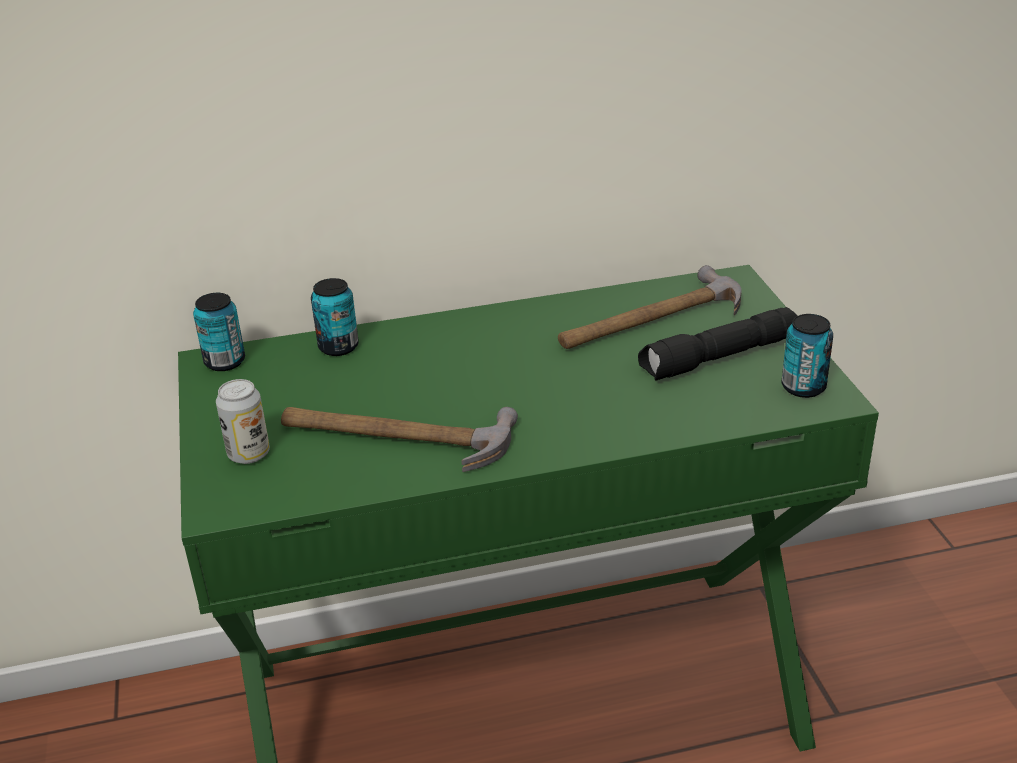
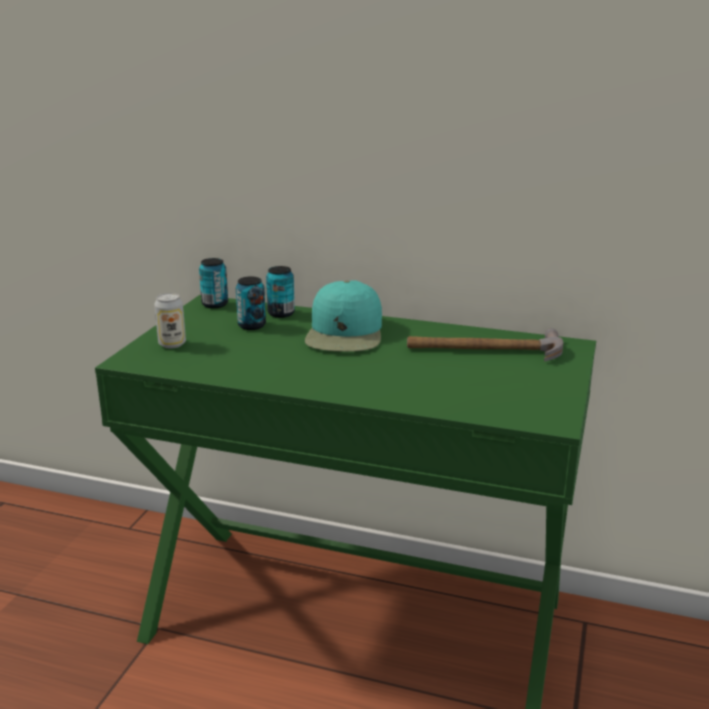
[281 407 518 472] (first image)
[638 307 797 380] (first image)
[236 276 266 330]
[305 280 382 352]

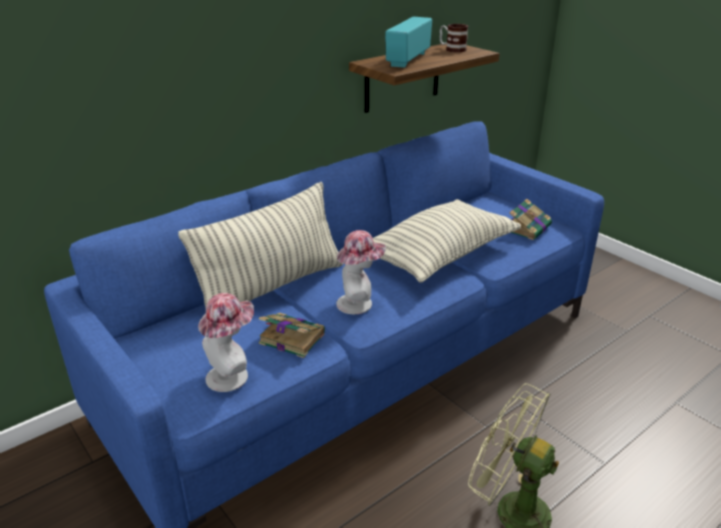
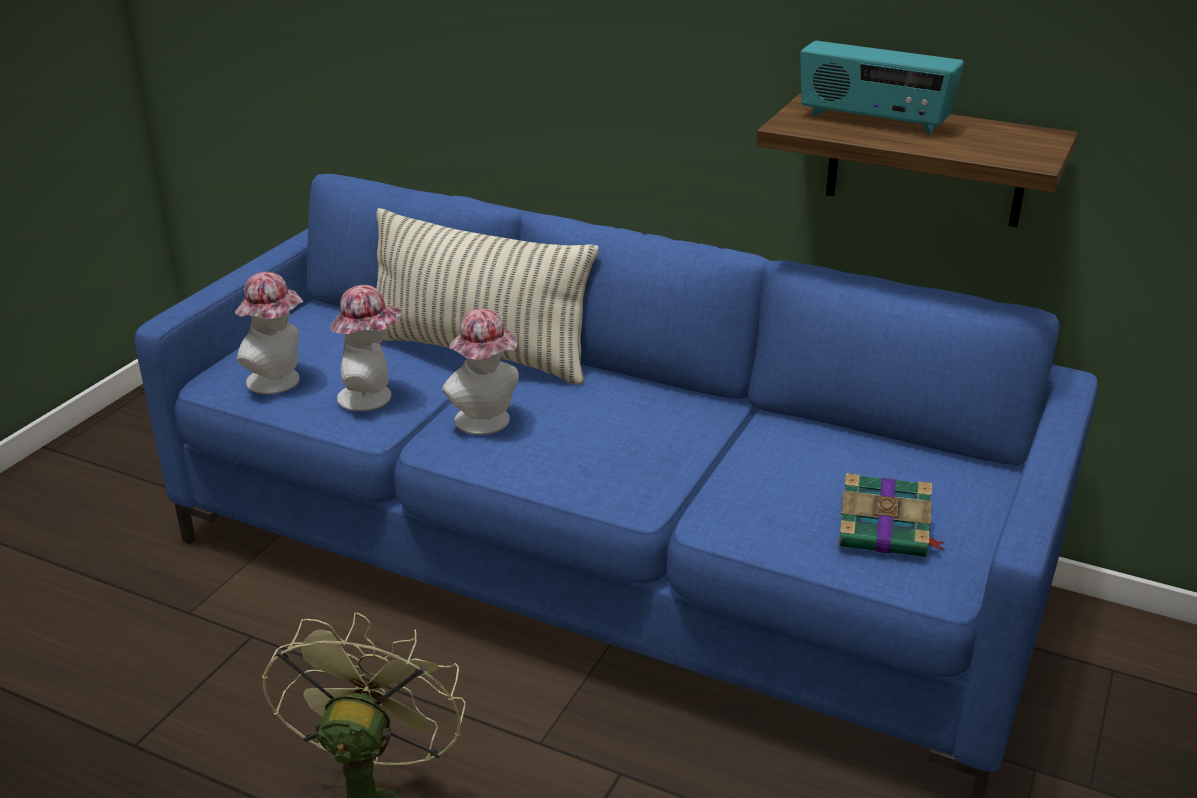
[330 285 403 411]
[373 199 521 283] (first image)
[800 41 964 135]
[440 24 468 52] (first image)

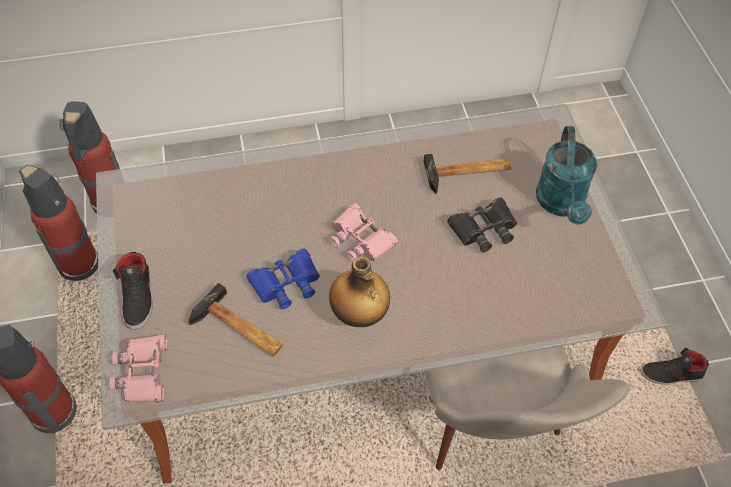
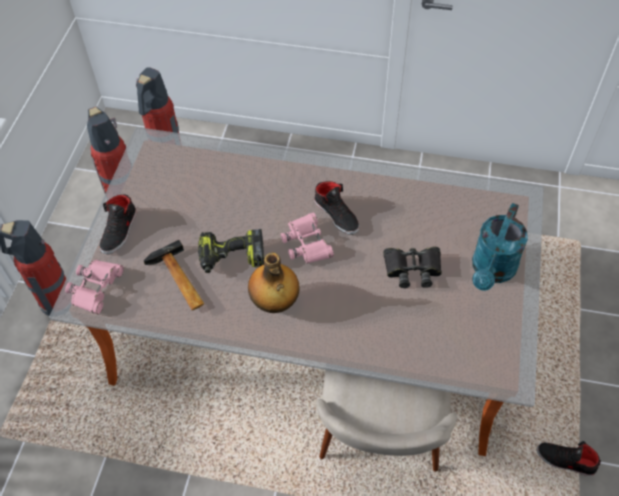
[198 229 264 273]
[423 154 511 194] (first image)
[314 181 359 235]

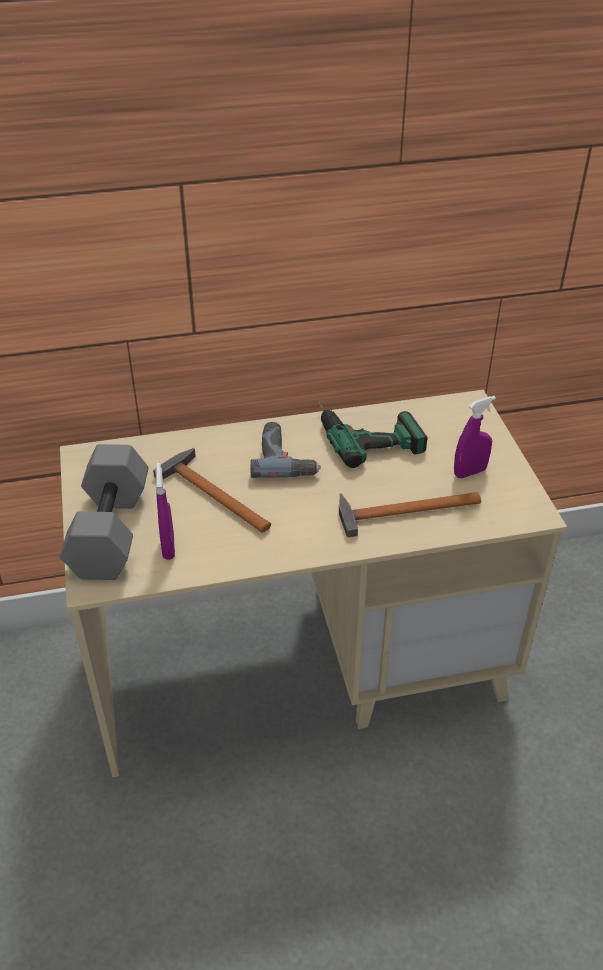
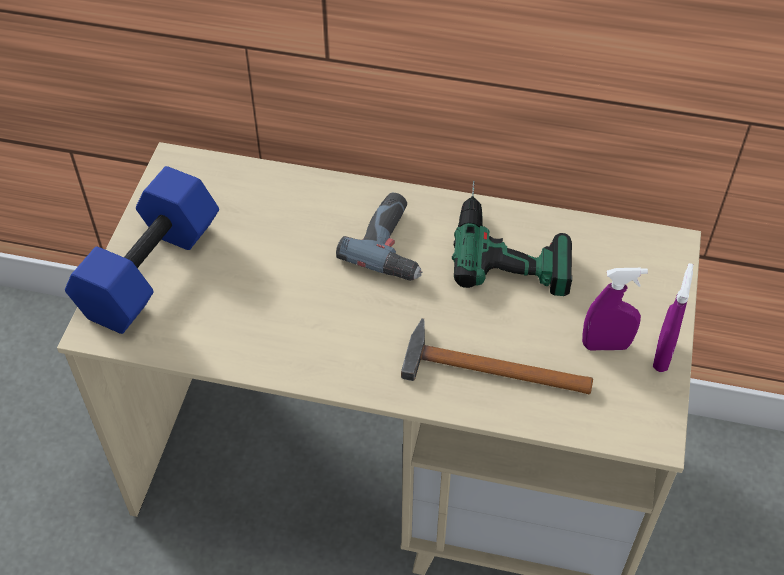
[65 166 219 334]
[153 448 271 533] (first image)
[653 263 693 372]

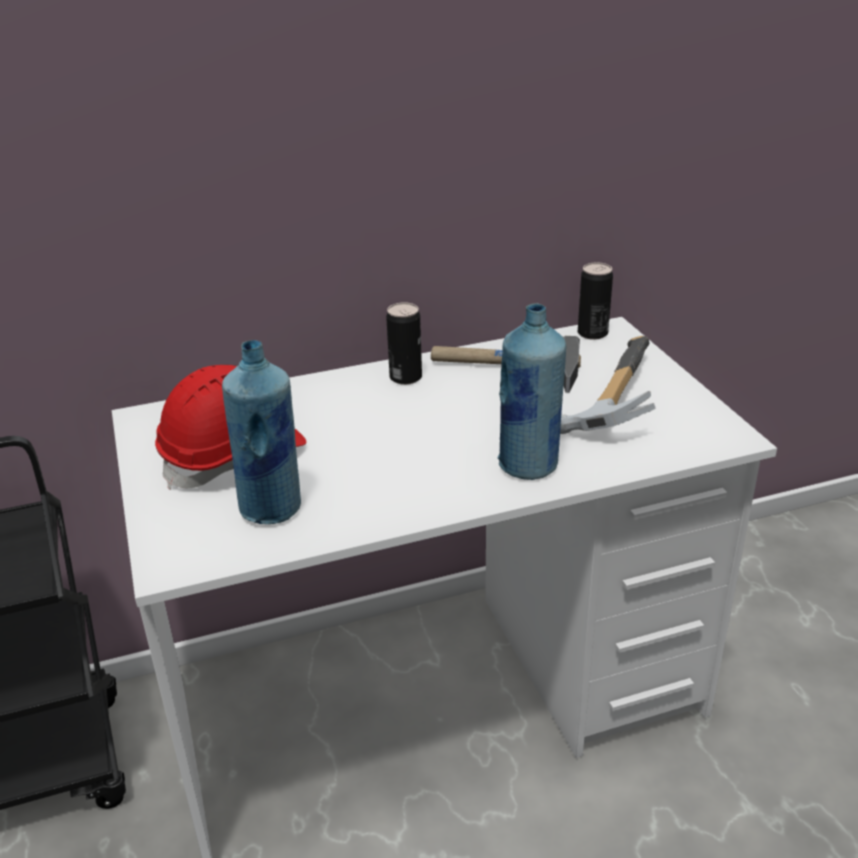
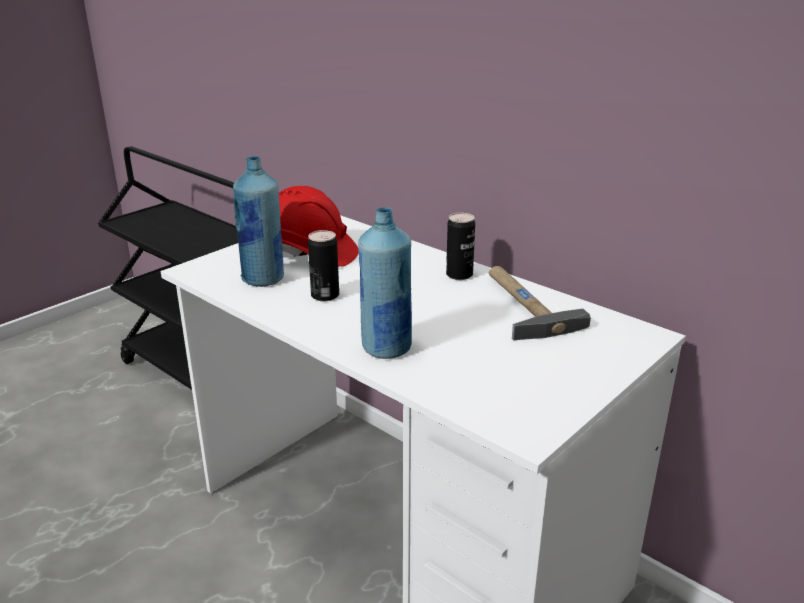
[560 336 655 434] (first image)
[308 230 339 301]

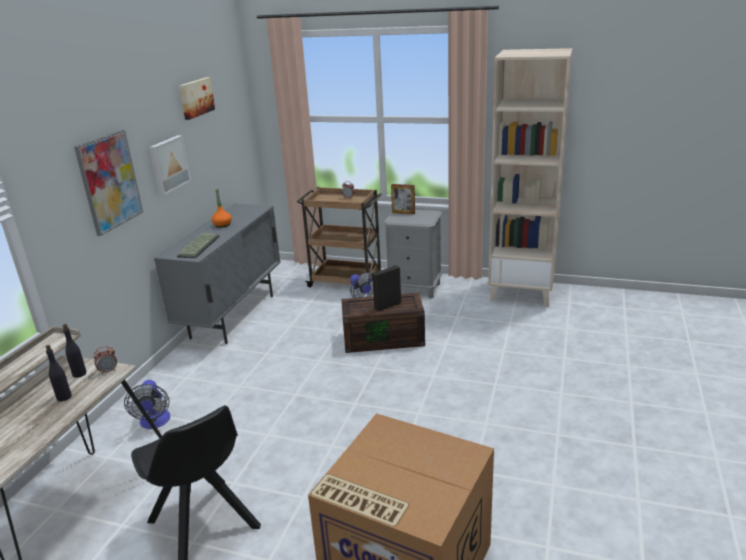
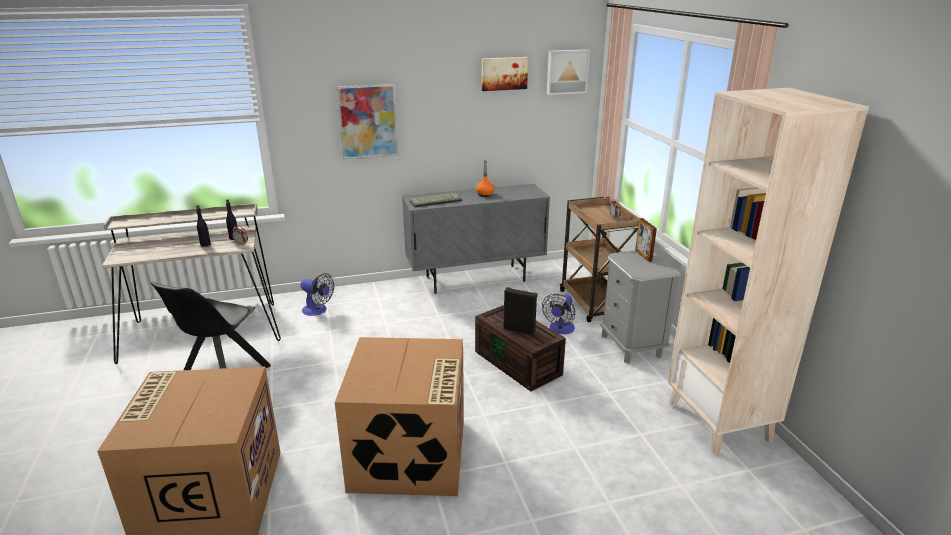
[300 273 334 316]
[547 49 590 95]
[335 337 464 496]

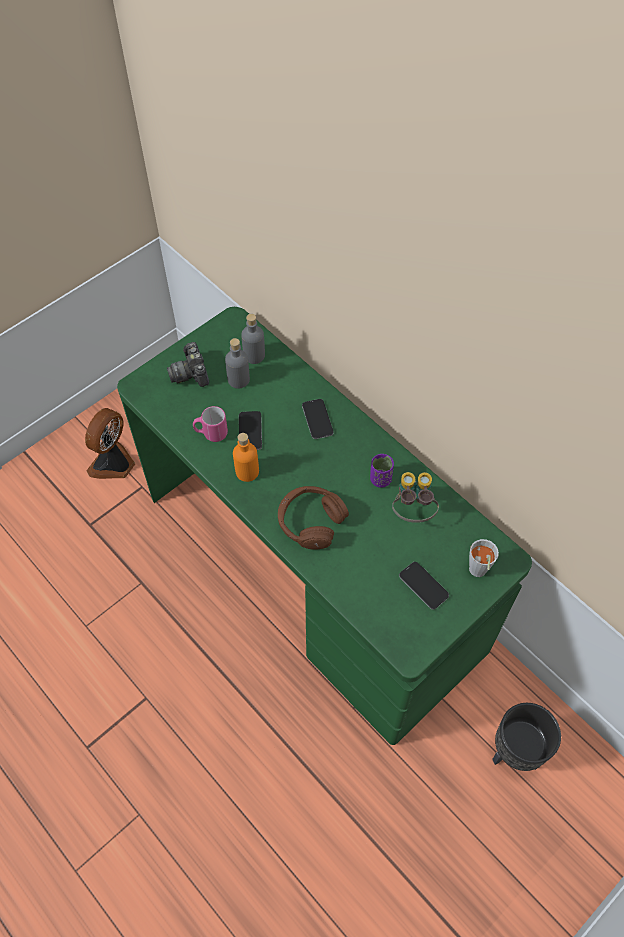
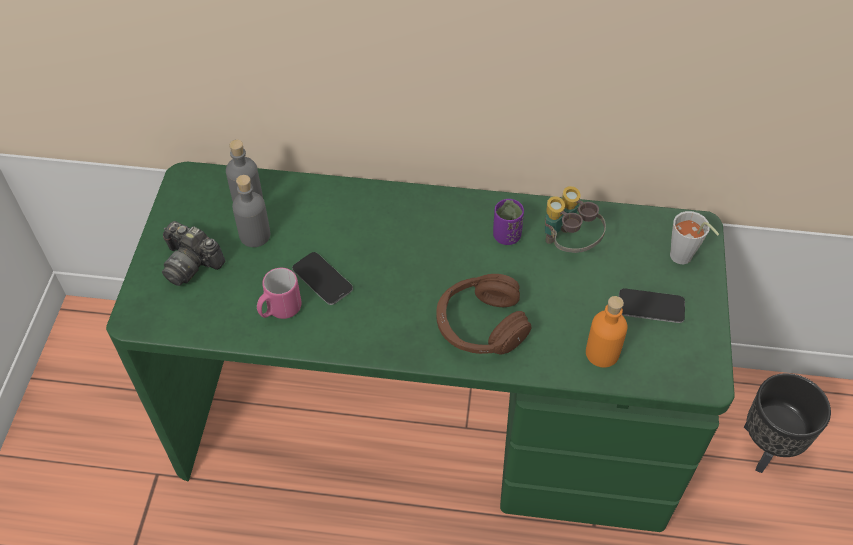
[85 408 135 479] (first image)
[586 296 628 368]
[302 399 334 439] (first image)

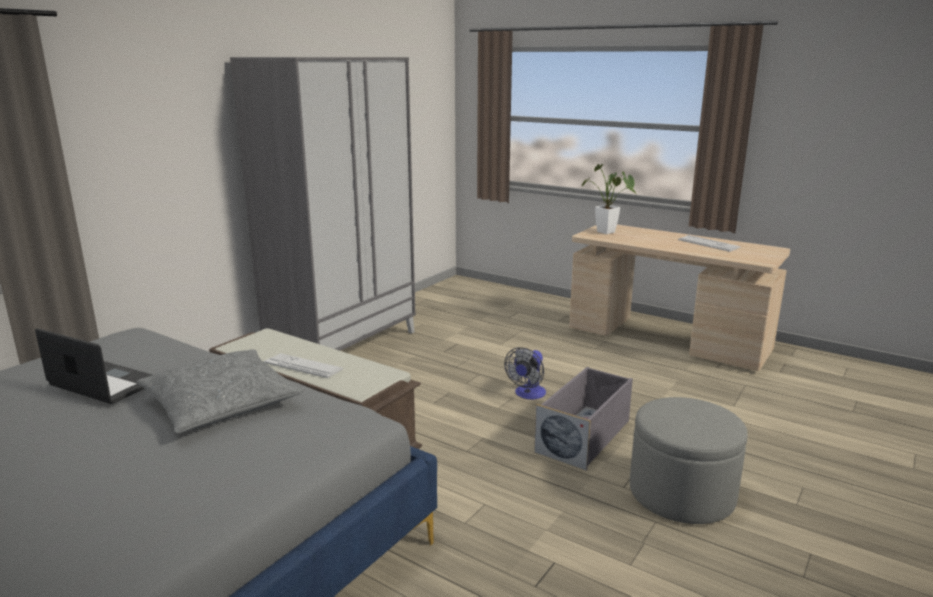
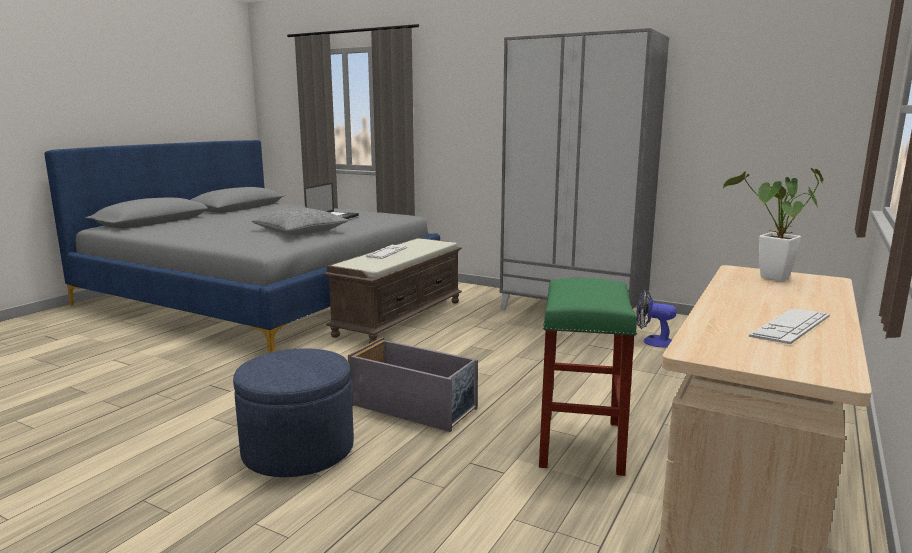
[636 290 677 347]
[233 348 354 477]
[539 278 637 476]

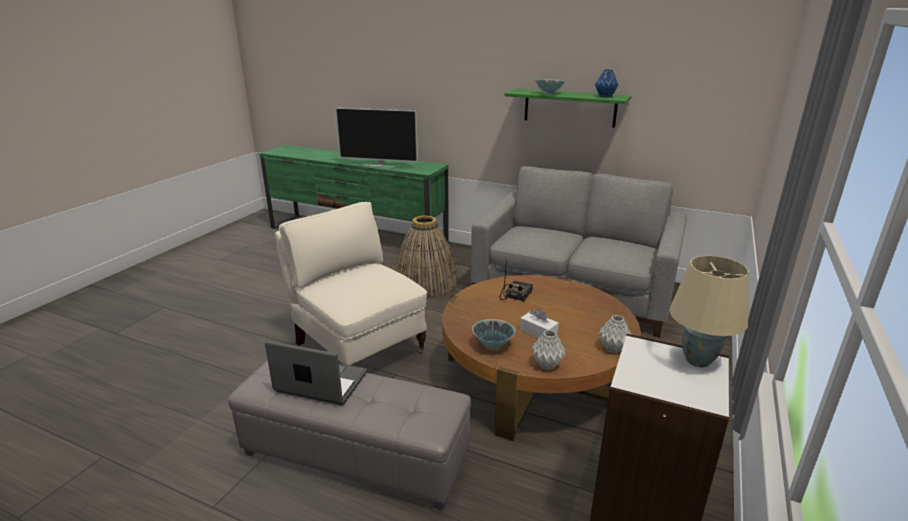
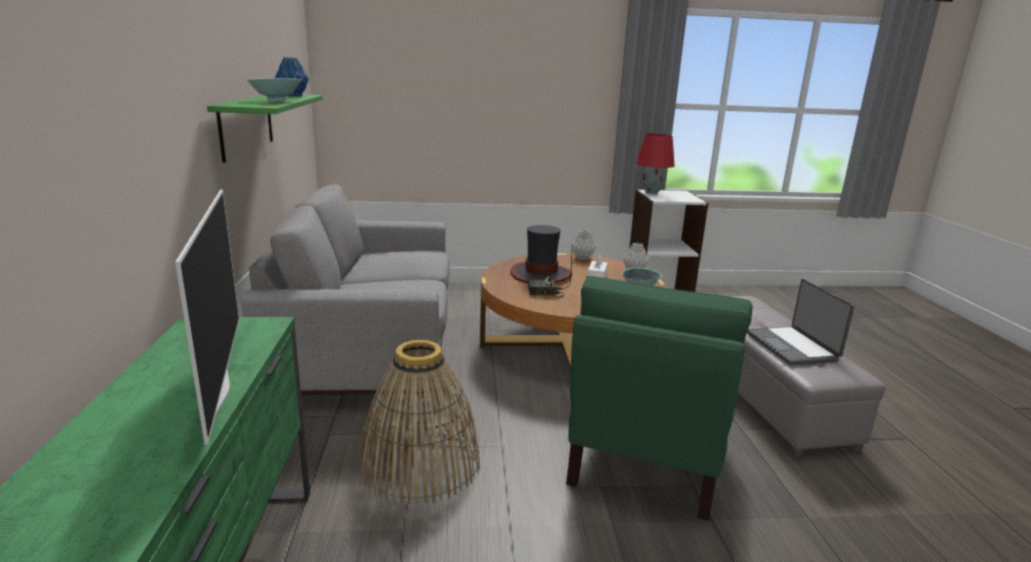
[566 276 753 521]
[636 134 675 194]
[510 225 572 283]

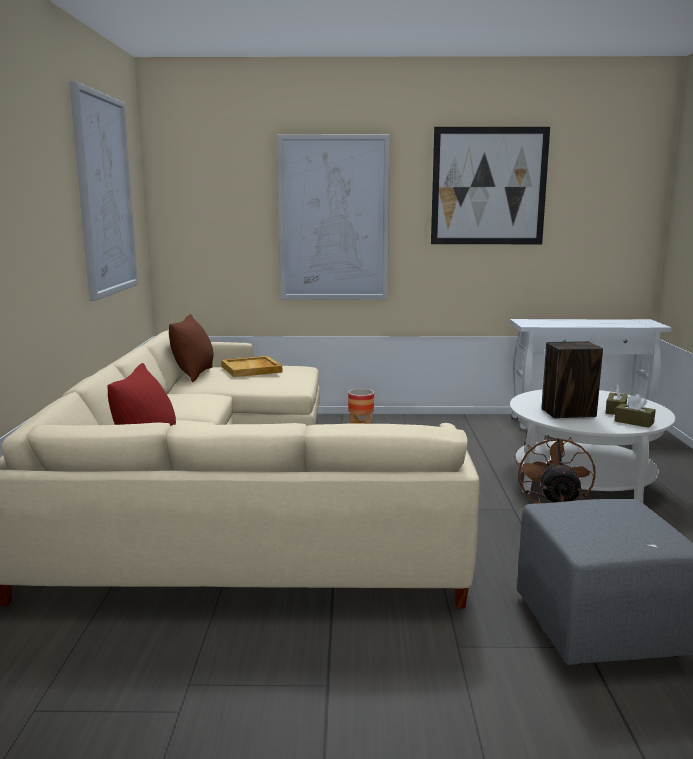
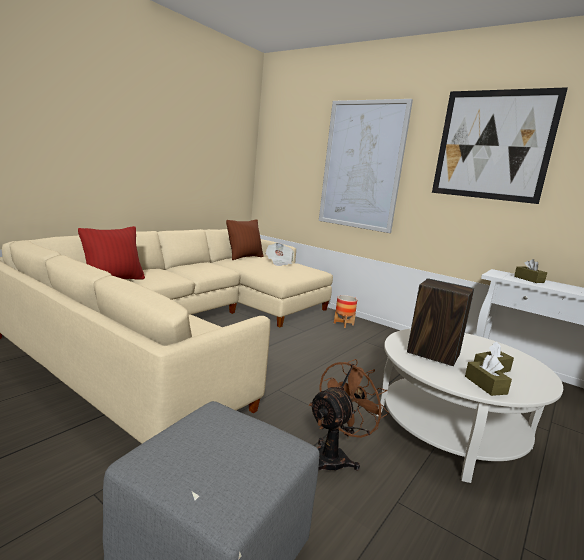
[69 81 138 301] (first image)
[265 243 294 266]
[514 259 547 283]

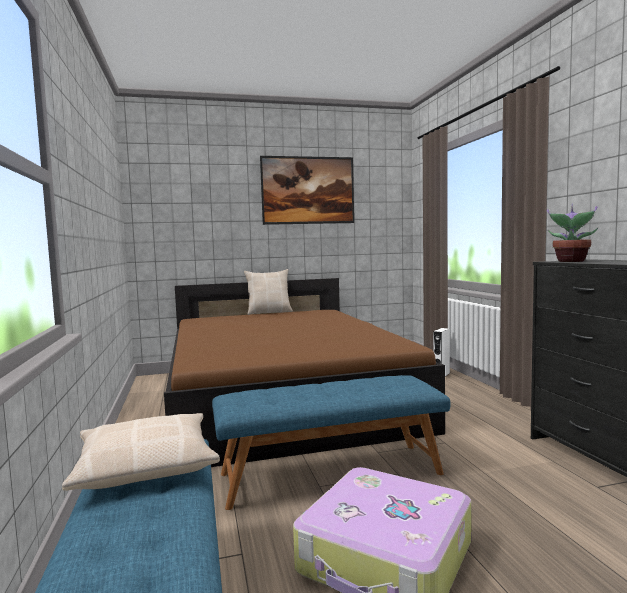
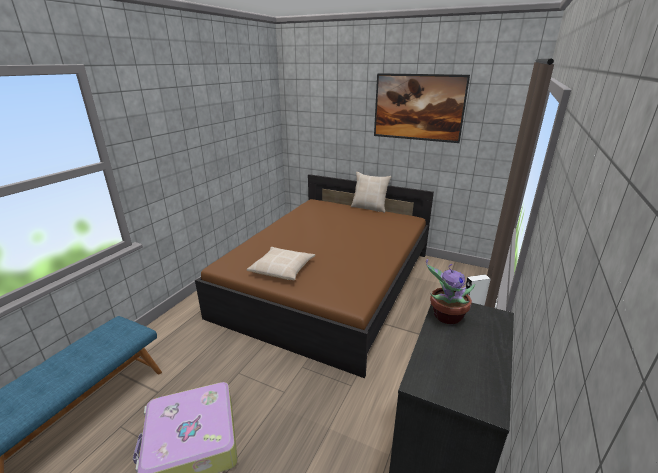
[247 247 315 280]
[212 375 450 510] (first image)

